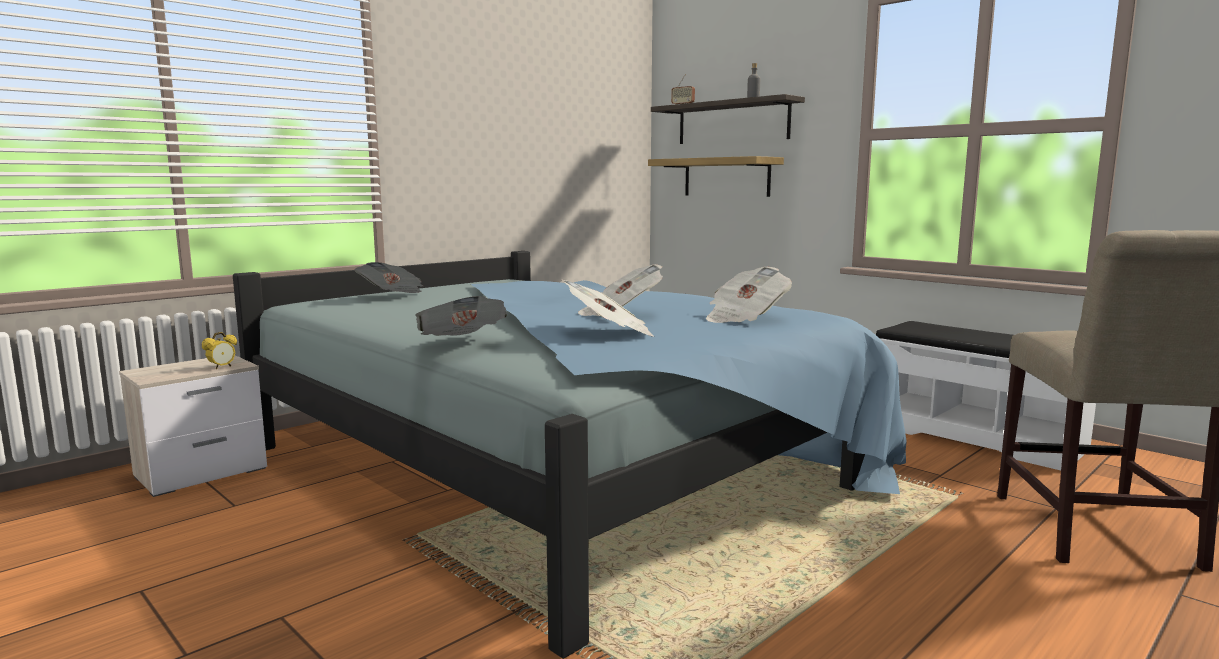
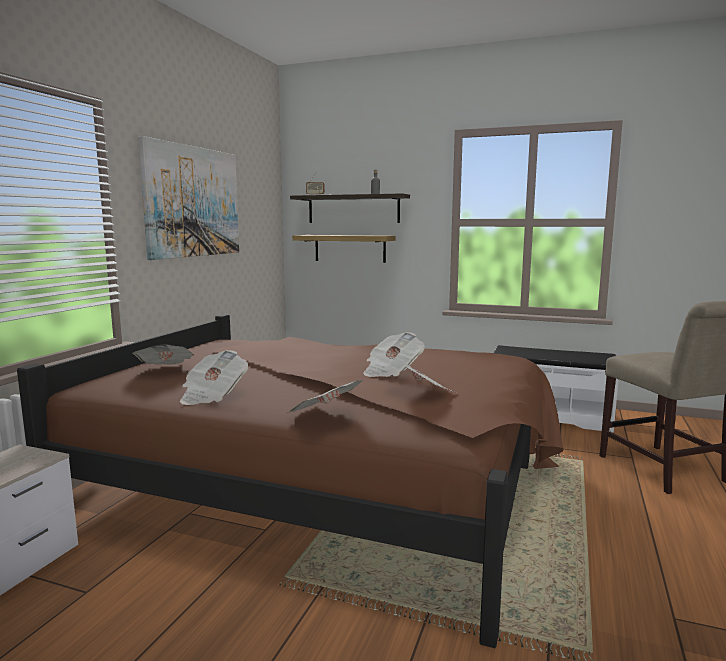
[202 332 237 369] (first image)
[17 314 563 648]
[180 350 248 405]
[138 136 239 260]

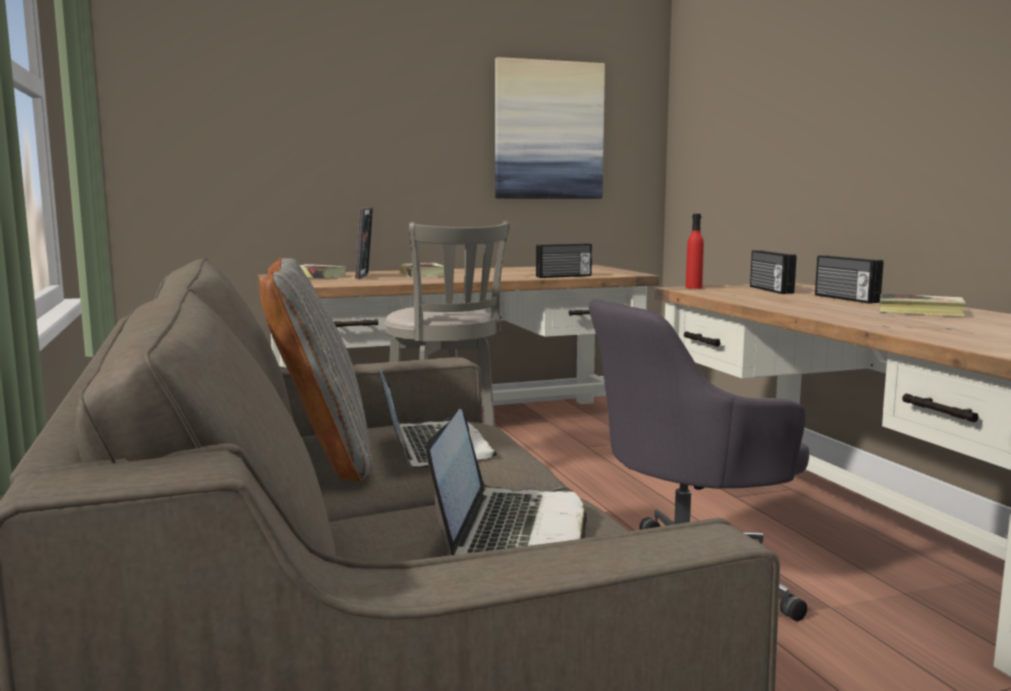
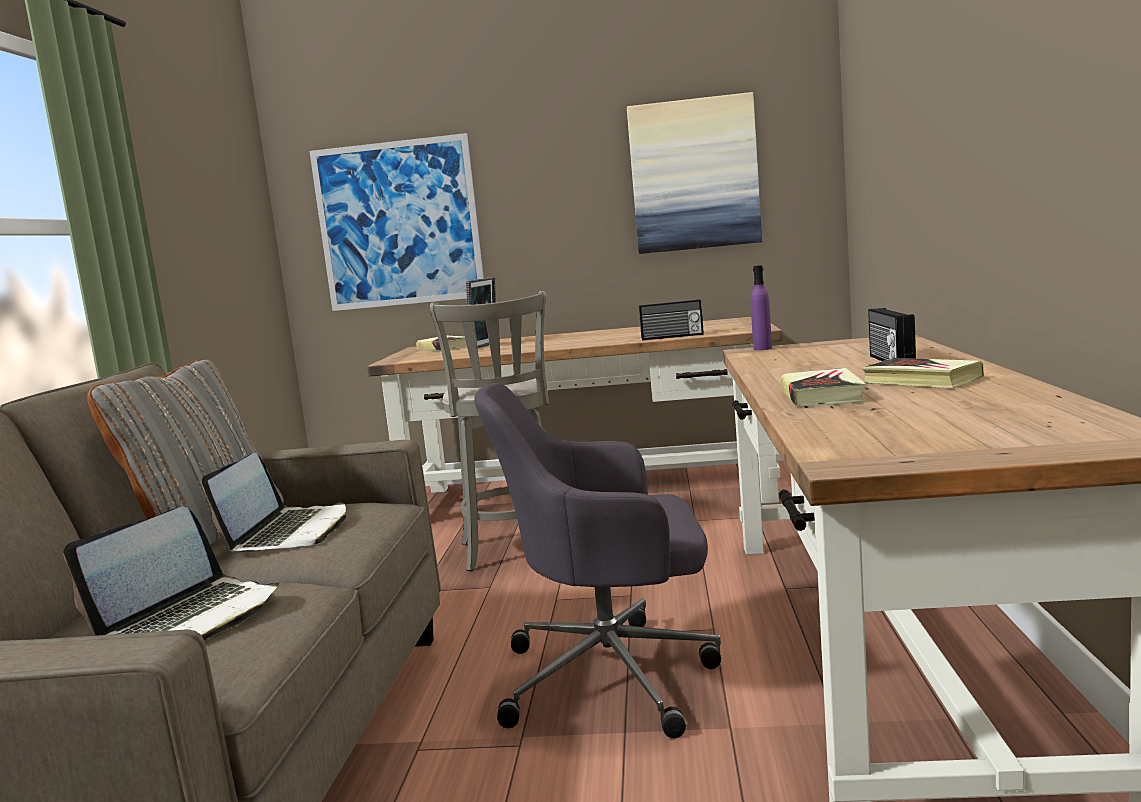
[780 368 866 406]
[751 265 772 350]
[750 250 796 294] (first image)
[309 133 484 311]

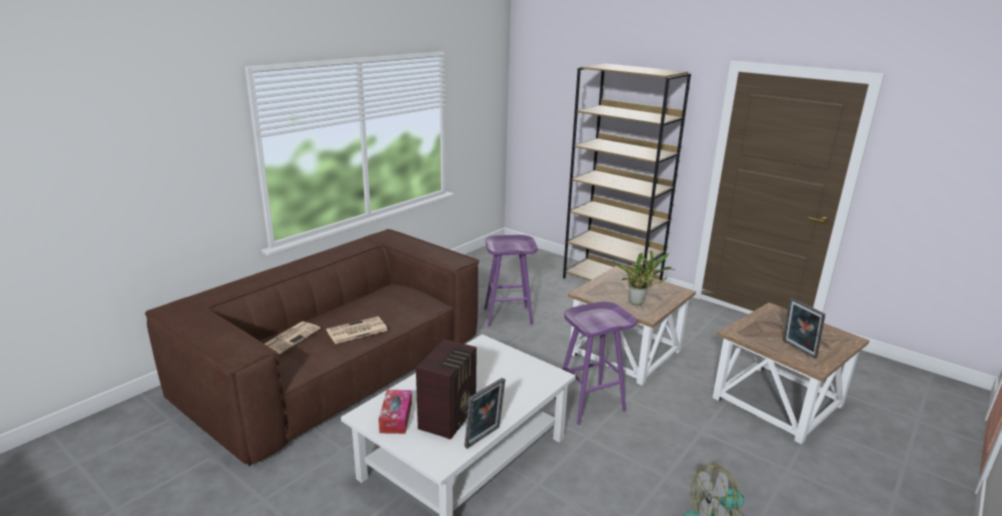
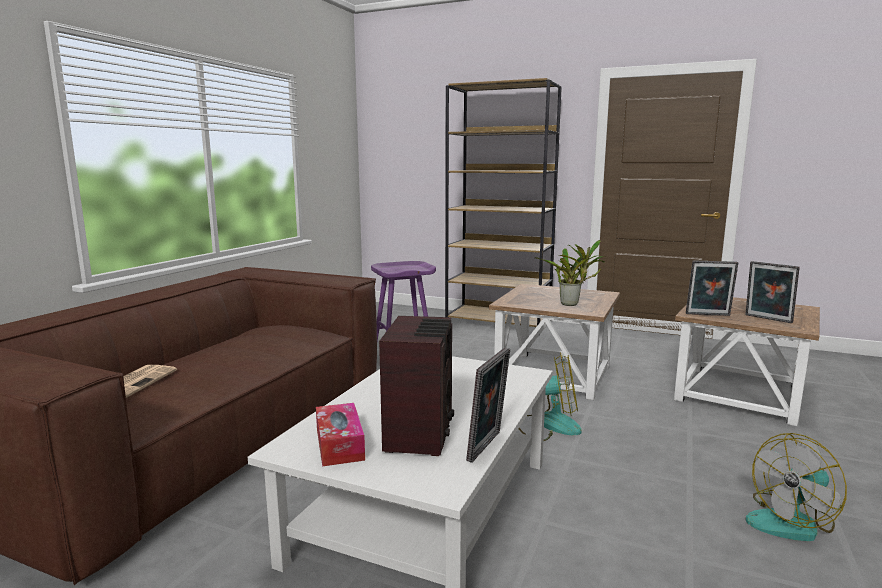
[326 316 388 344] (first image)
[519 352 582 441]
[686 261 738 316]

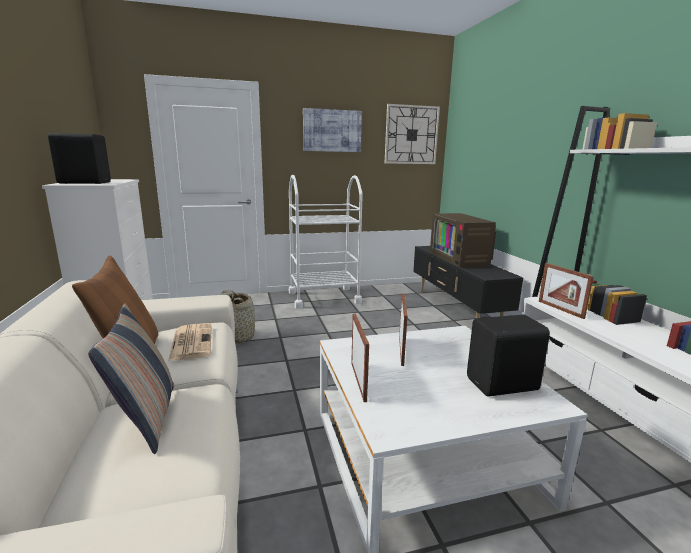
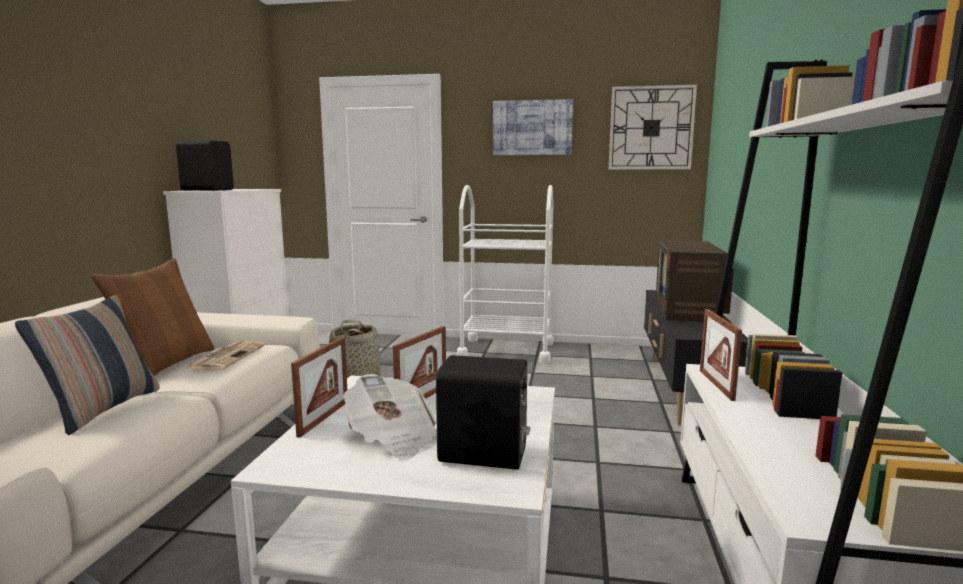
[343 374 437 460]

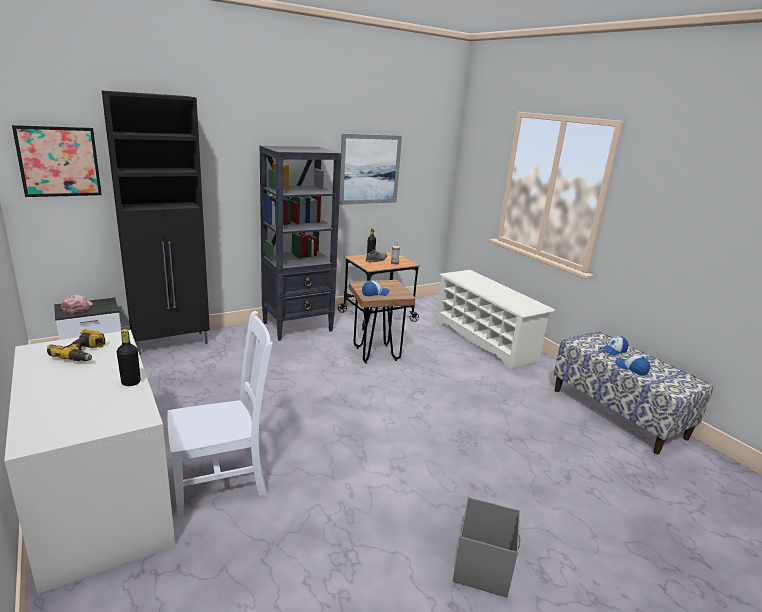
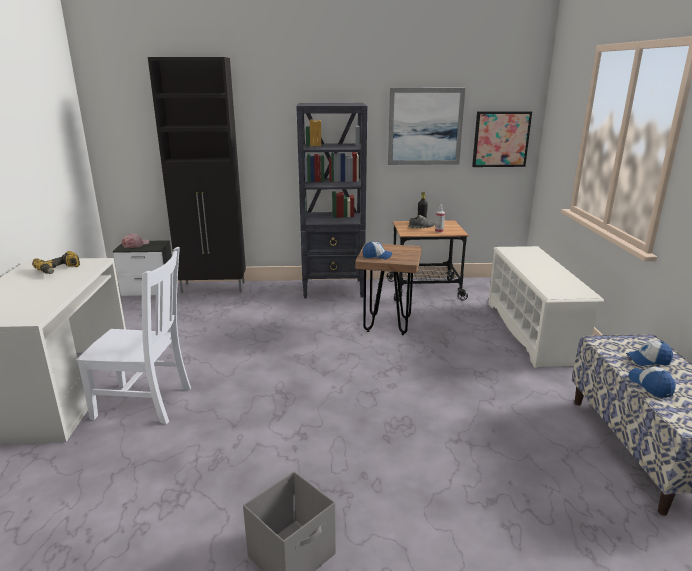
[472 111 532 167]
[117 329 141 386] (first image)

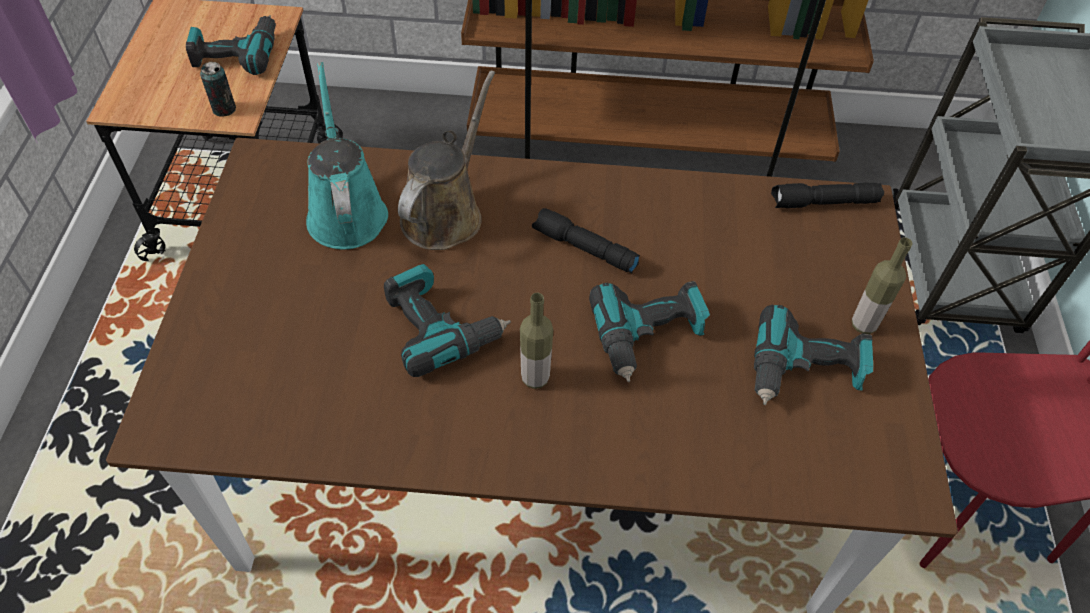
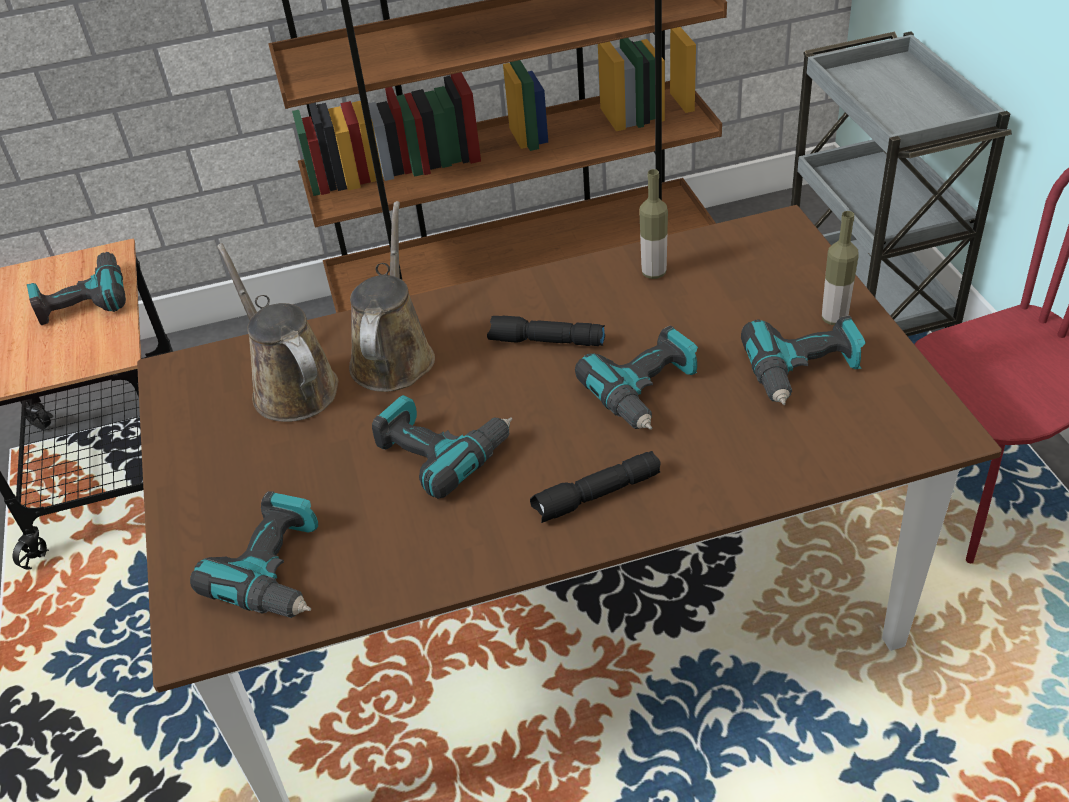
[200 62 236 117] (first image)
[217 243 338 422]
[639 169 668 279]
[530 451 661 523]
[190 491 318 618]

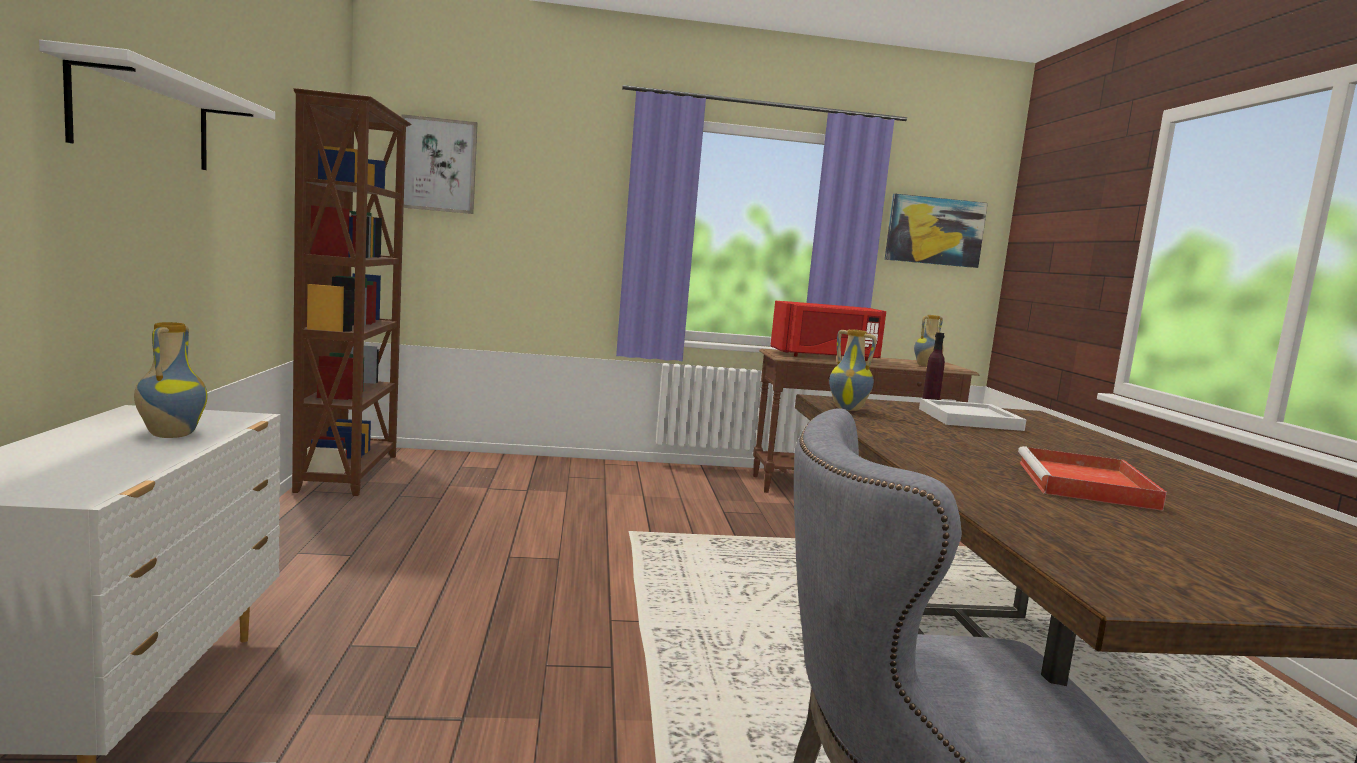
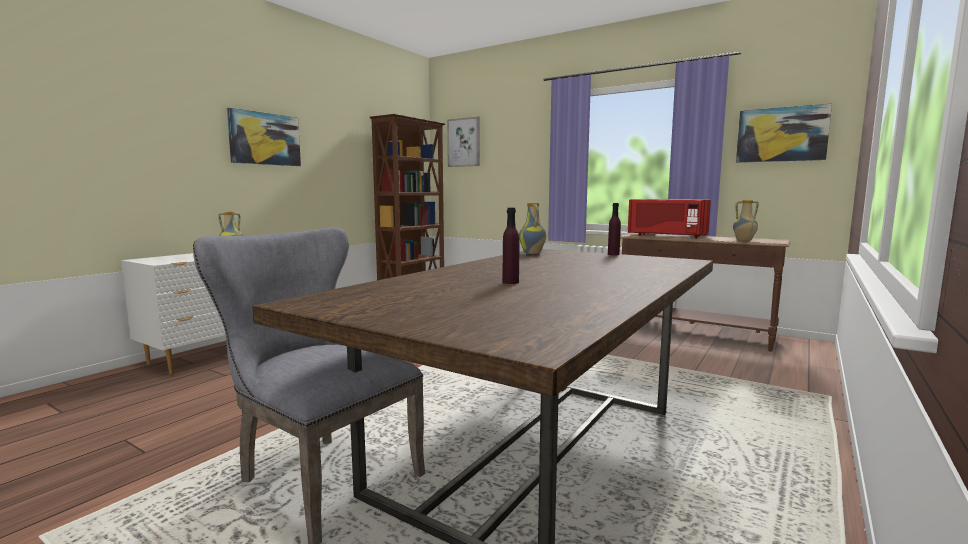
[227 108 301 166]
[919 398 1026 431] (first image)
[502 208 519 284]

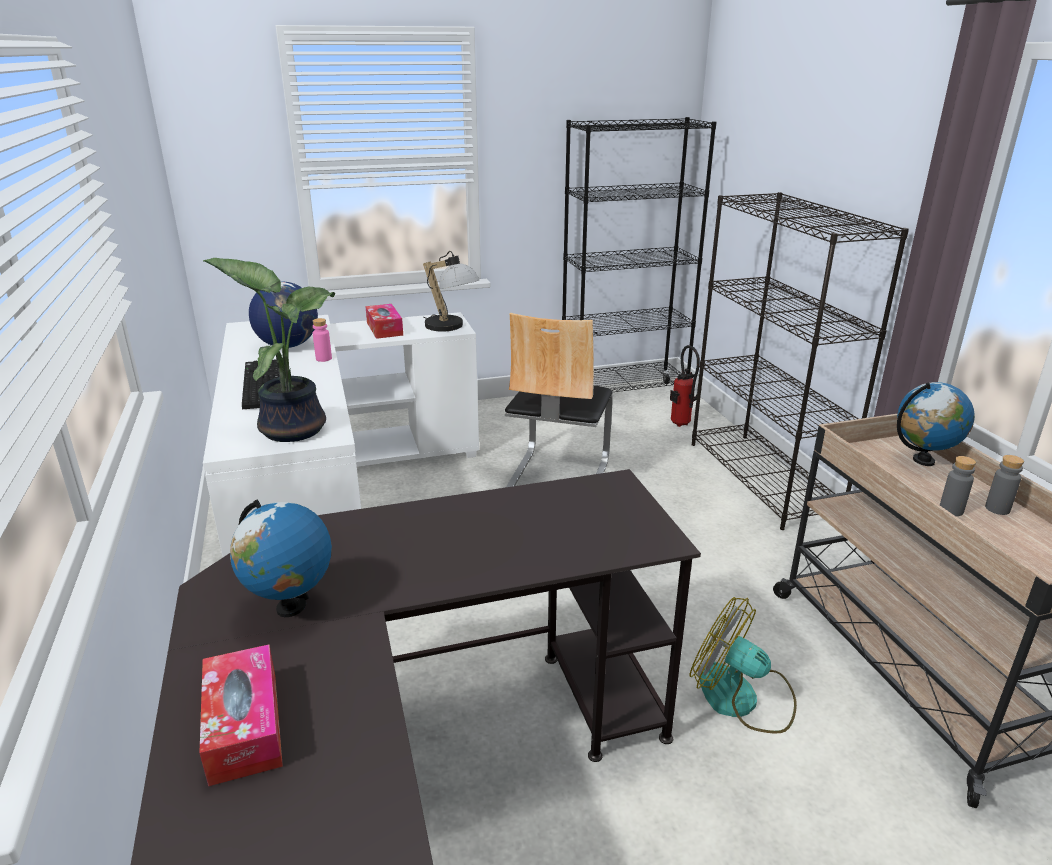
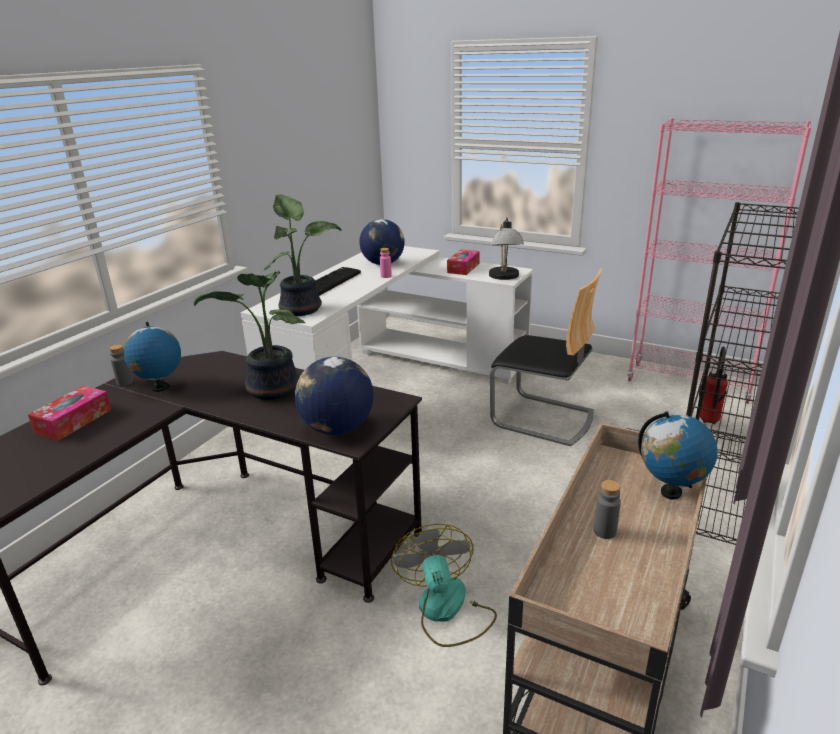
[490 268 602 446]
[627 118 811 404]
[109 344 133 386]
[194 271 305 400]
[295 357 374 435]

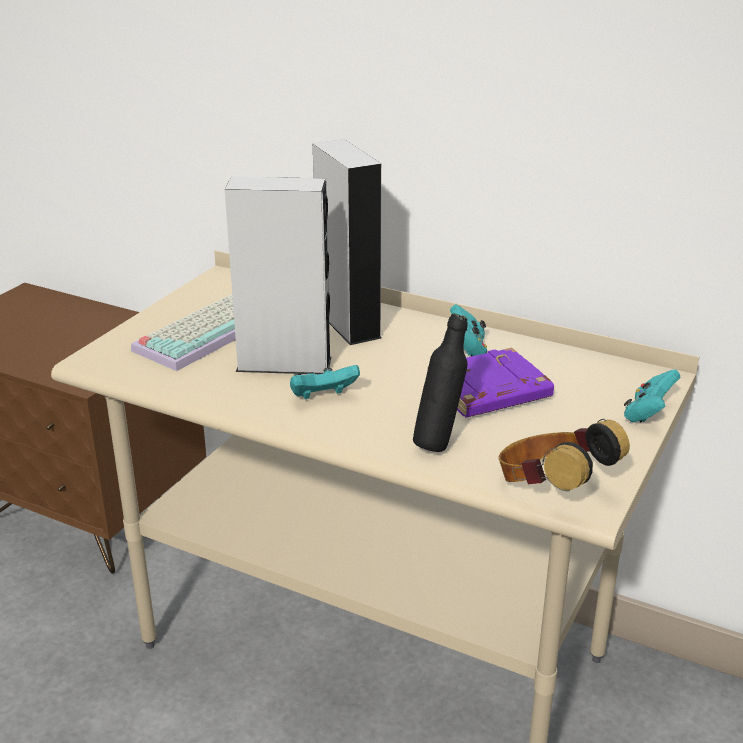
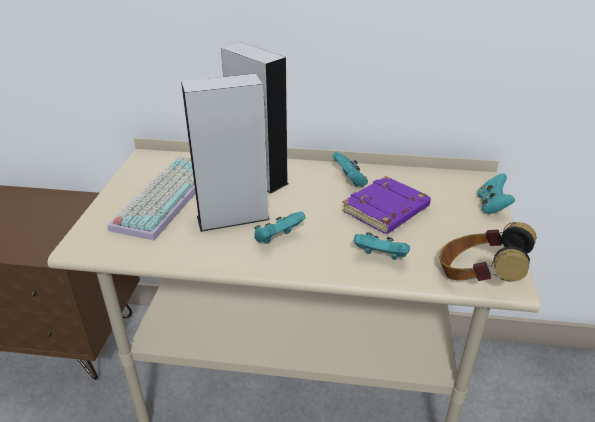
[354 232 410 260]

